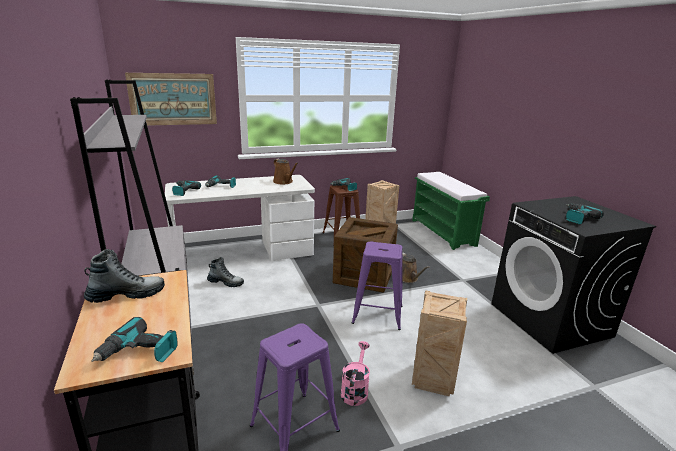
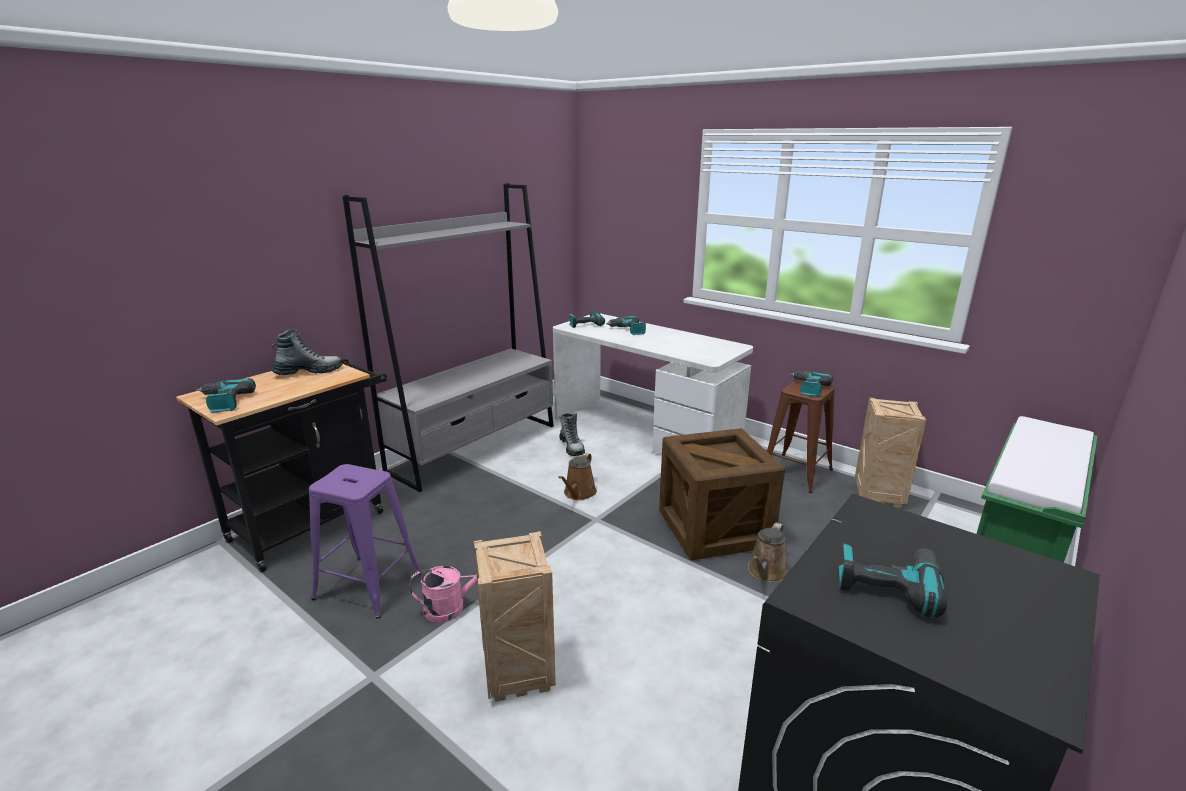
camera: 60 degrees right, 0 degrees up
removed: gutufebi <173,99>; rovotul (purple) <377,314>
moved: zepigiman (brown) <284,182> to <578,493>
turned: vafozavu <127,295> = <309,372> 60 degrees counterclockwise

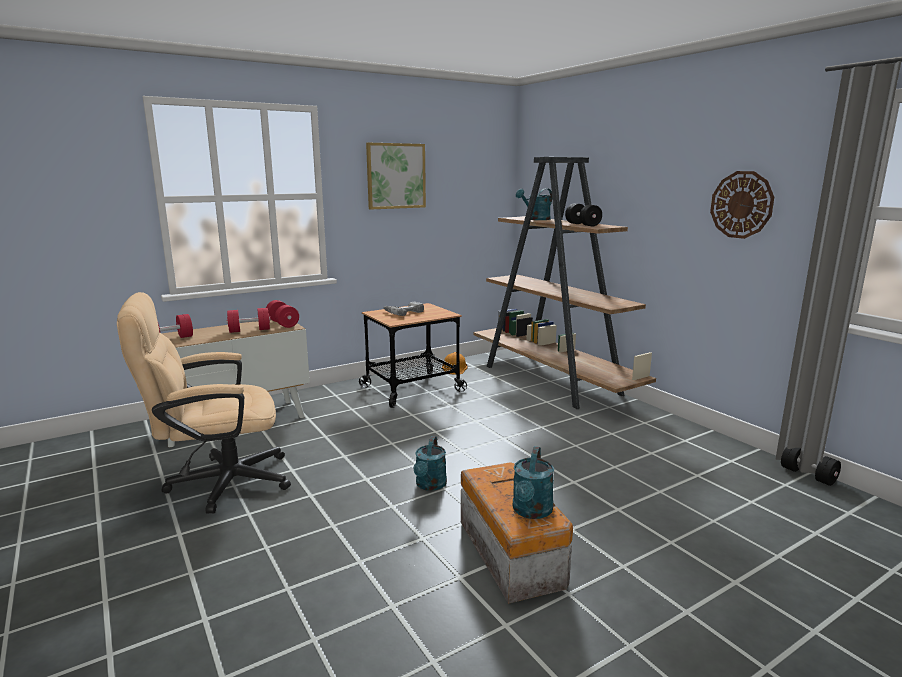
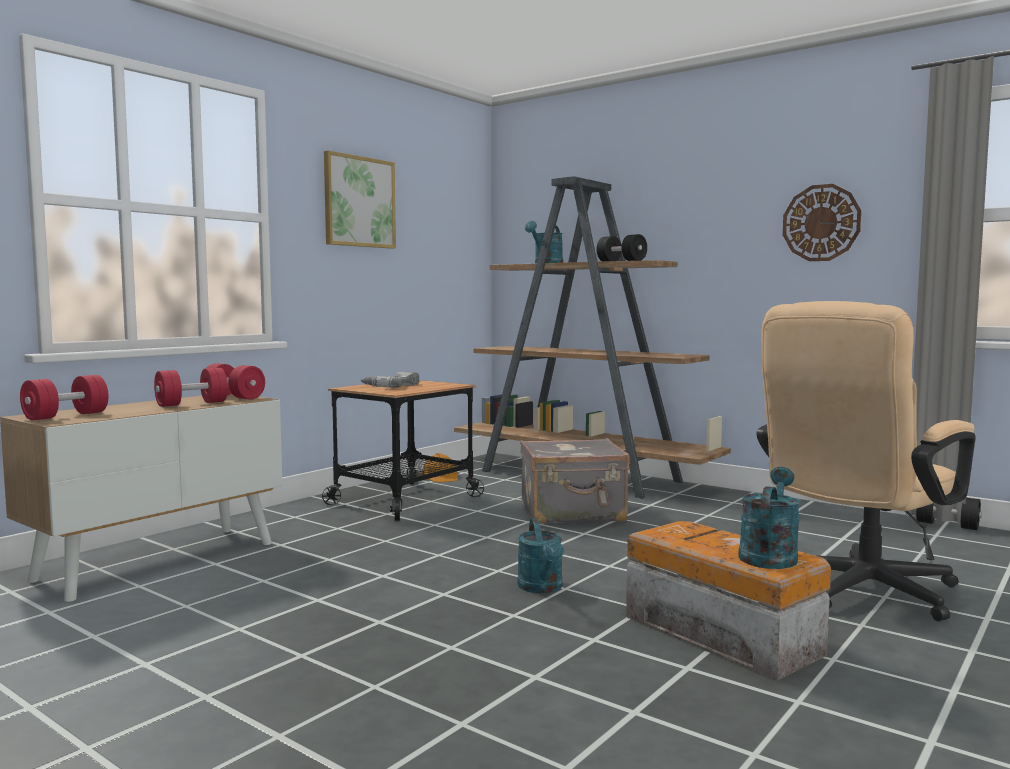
camera: 20 degrees left, 10 degrees down
added: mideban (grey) <573,513>
moved: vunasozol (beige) <218,483> to <857,593>
turned: zepigiman (turquoise) <531,512> = <769,555> 150 degrees counterclockwise

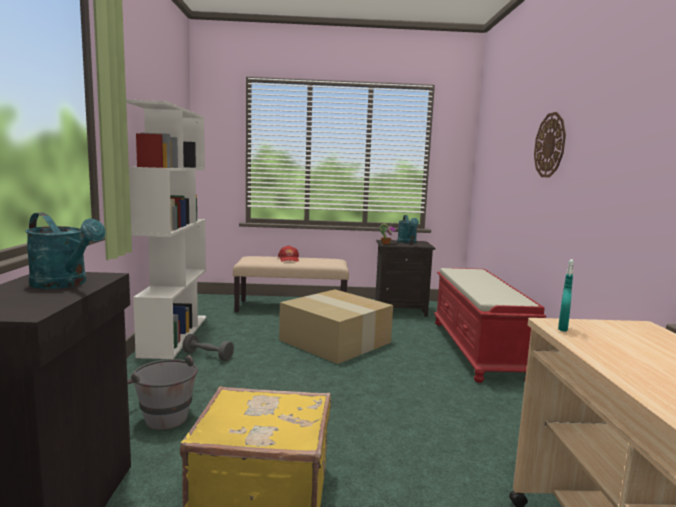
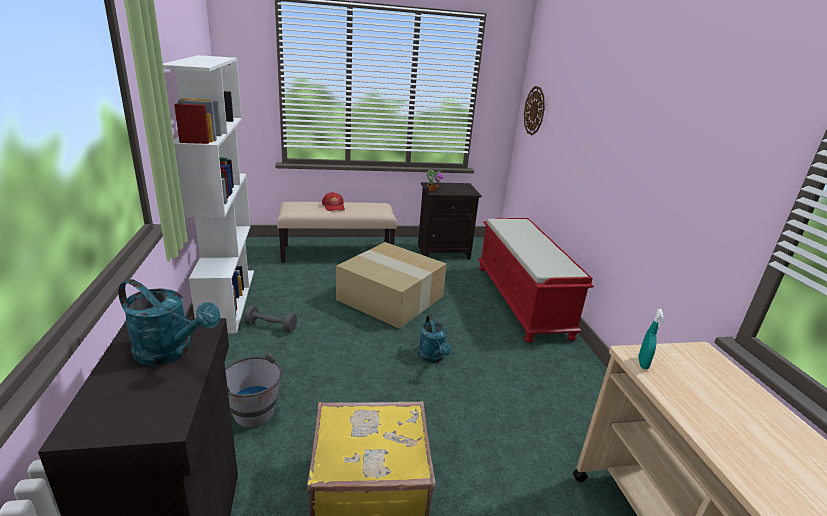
camera: 10 degrees left, 15 degrees up
moved: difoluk <550,145> to <534,111>; zepigiman (turquoise) <407,242> to <433,358>

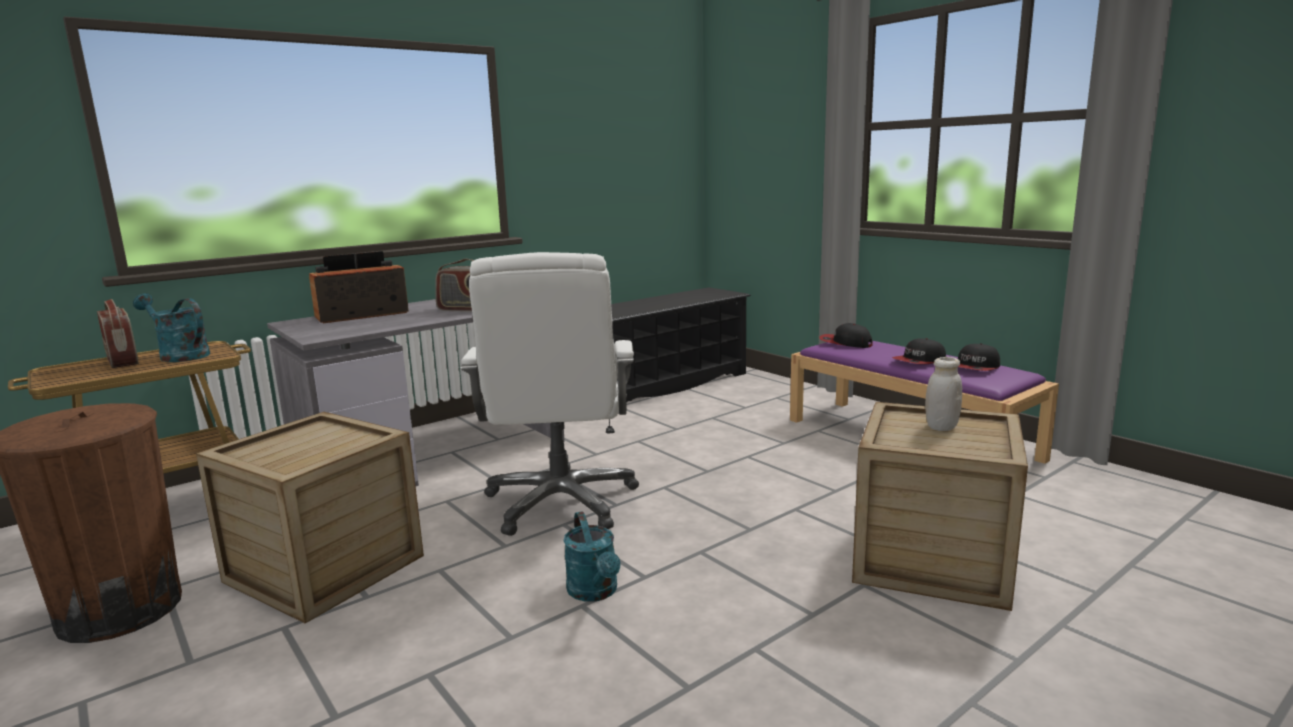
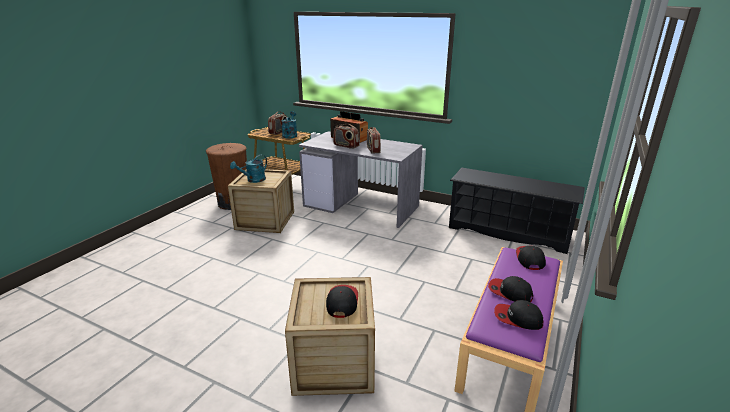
camera: 65 degrees right, 10 degrees up
removed: vunasozol (white) <561,502>
added: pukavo <346,146>
moved: zepigiman (turquoise) <595,592> to <253,180>
replaced: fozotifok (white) <941,427> to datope <342,302>

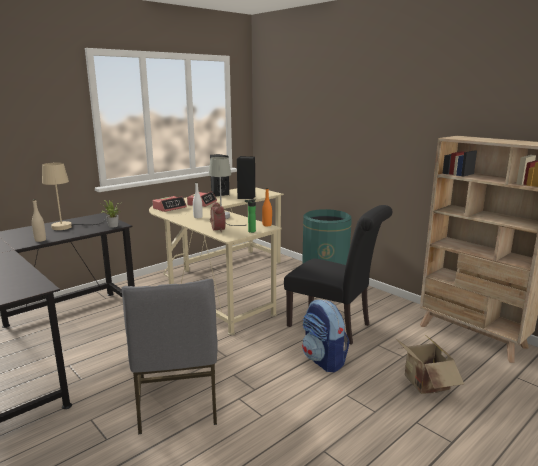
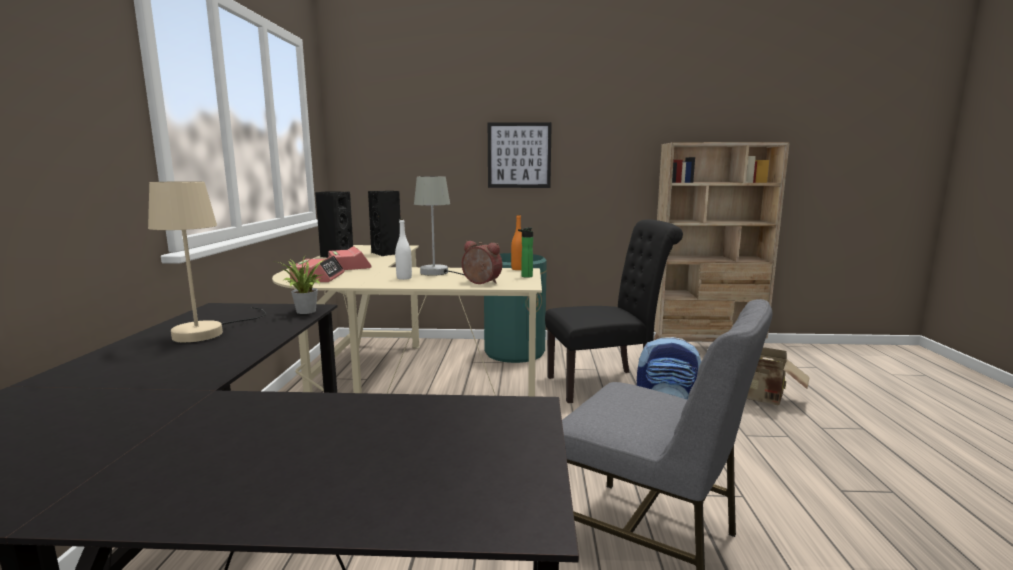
camera: 45 degrees left, 5 degrees down
removed: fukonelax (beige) <40,240>
added: gutufebi <519,155>

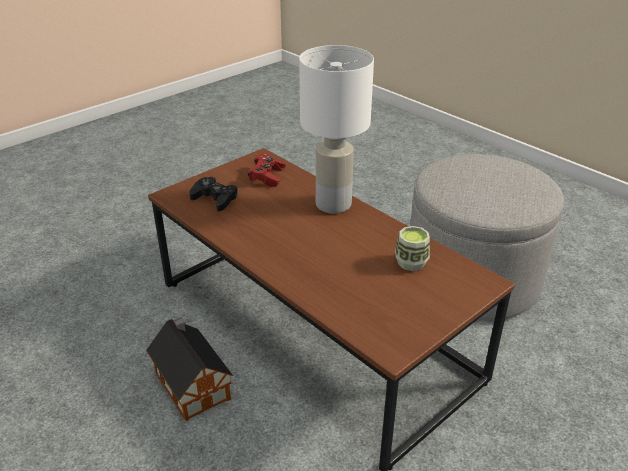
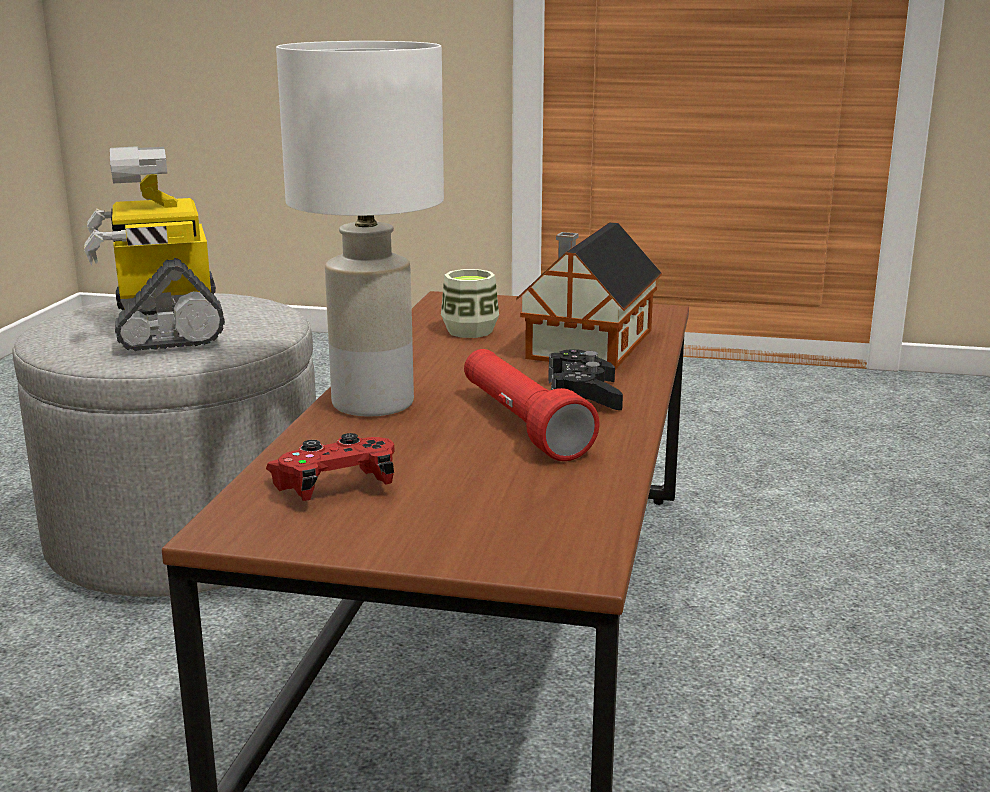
camera: 125 degrees left, 15 degrees down
added: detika <165,326>; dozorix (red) <521,424>
moved: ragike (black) <215,199> to <584,394>; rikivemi <191,383> to <586,346>

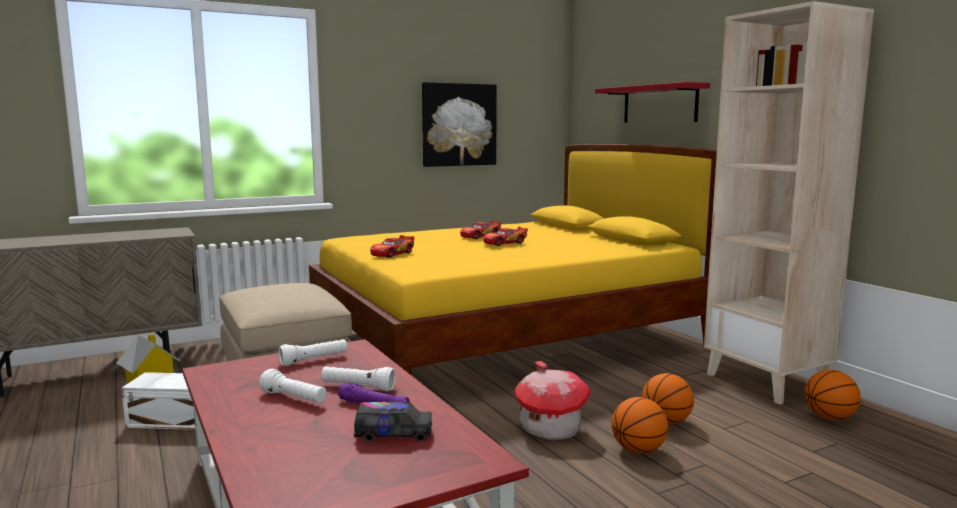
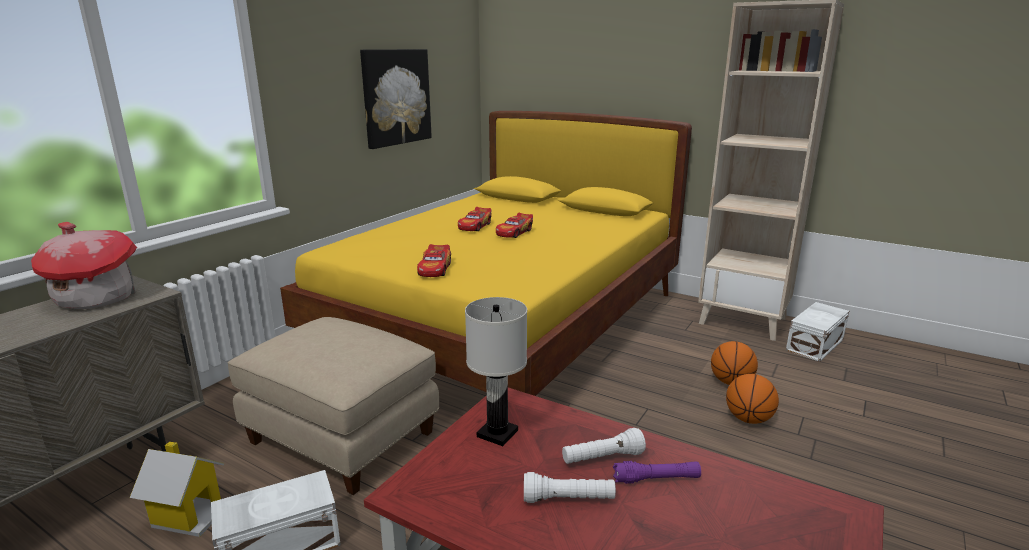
camera: 30 degrees left, 10 degrees up
removed: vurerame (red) <659,104>; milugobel <394,434>
moved: rikivemi <550,428> to <96,298>
replaced: dozorix (white) <314,360> to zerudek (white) <498,433>; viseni <829,418> to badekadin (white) <816,345>

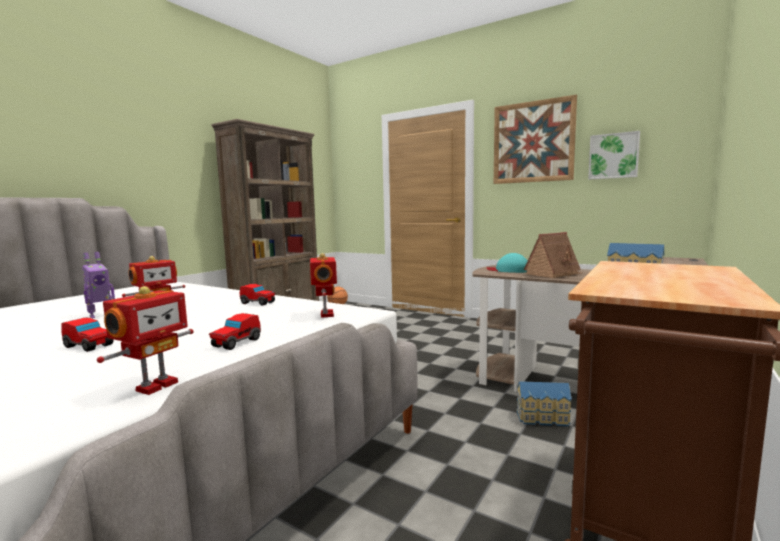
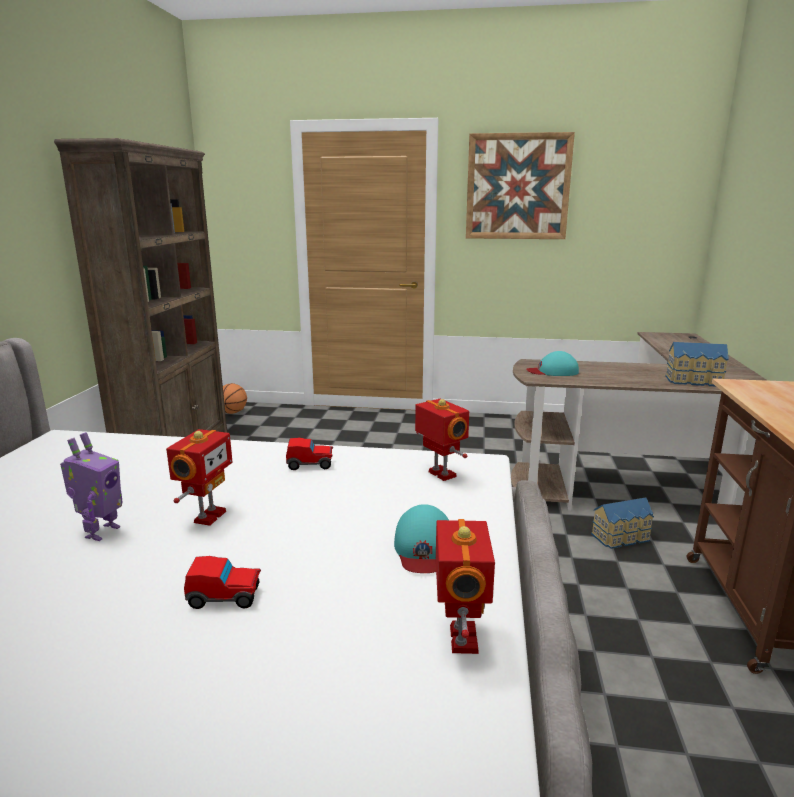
camera: 25 degrees left, 10 degrees up
removed: gutufebi <613,156>; rikivemi <553,274>
replaced: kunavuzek <236,343> to datope (turquoise) <423,547>

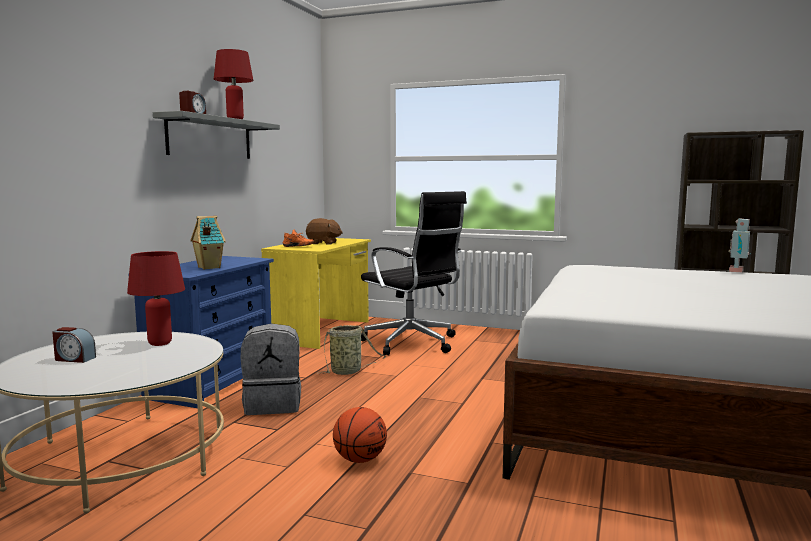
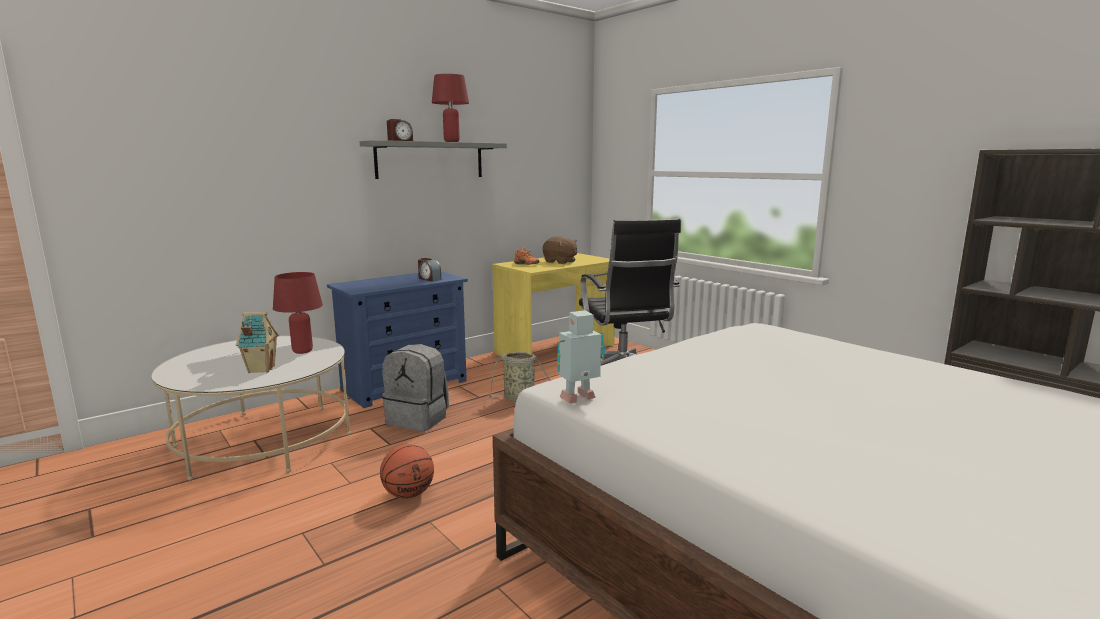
camera: 30 degrees right, 5 degrees up
moved: rikivemi <208,267> to <260,369>; detika <738,271> to <580,399>; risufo <74,359> to <429,279>

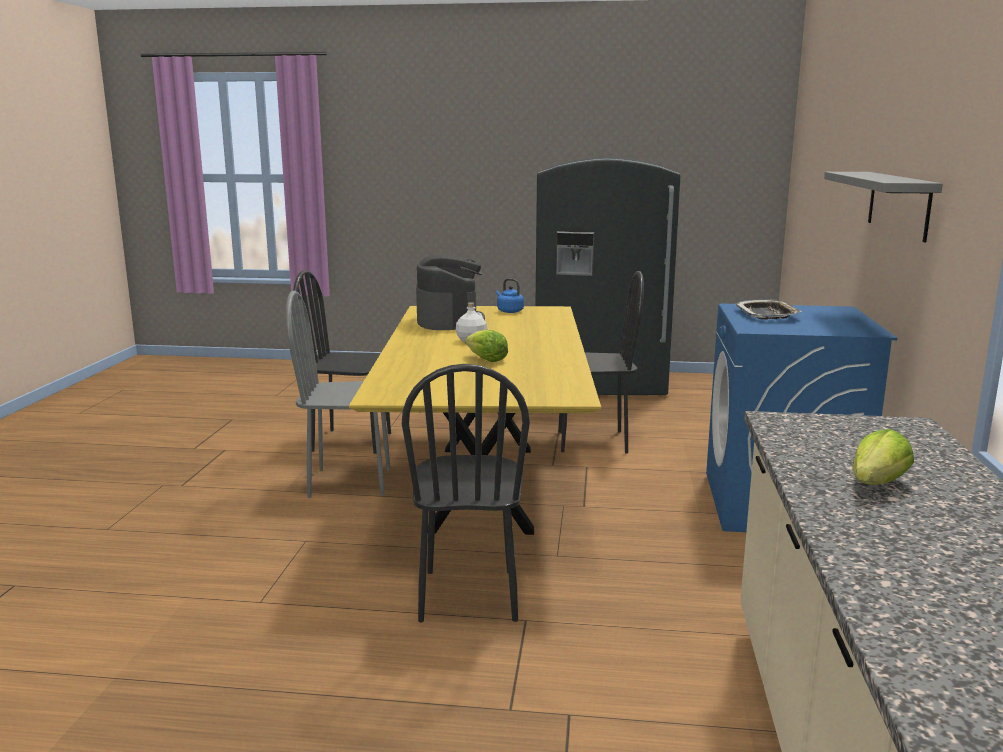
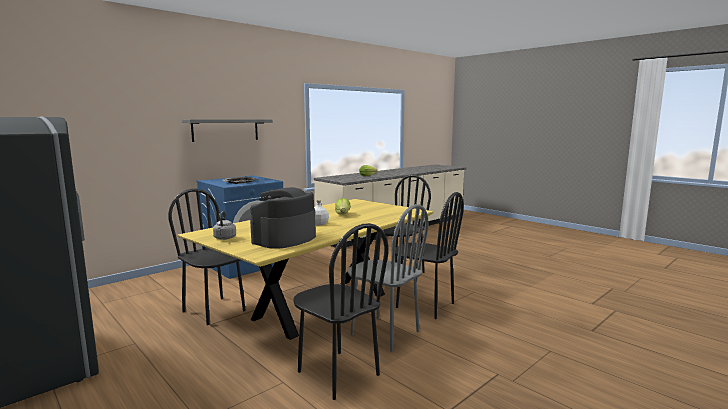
camera: 140 degrees left, 5 degrees down
added: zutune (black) <425,305>
recoloured: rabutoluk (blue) <509,311> to rabutoluk (grey) <224,238>

